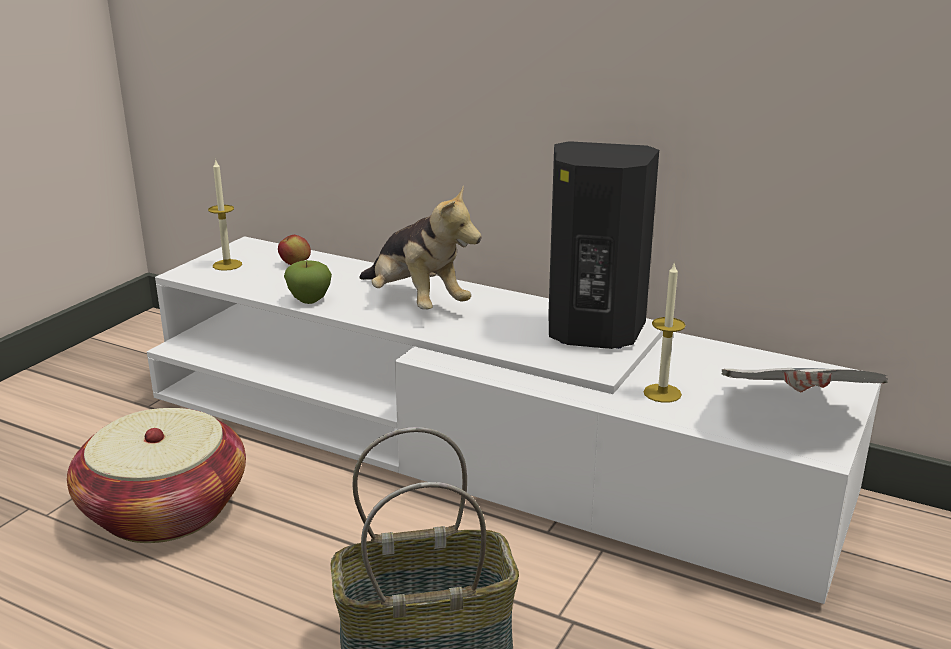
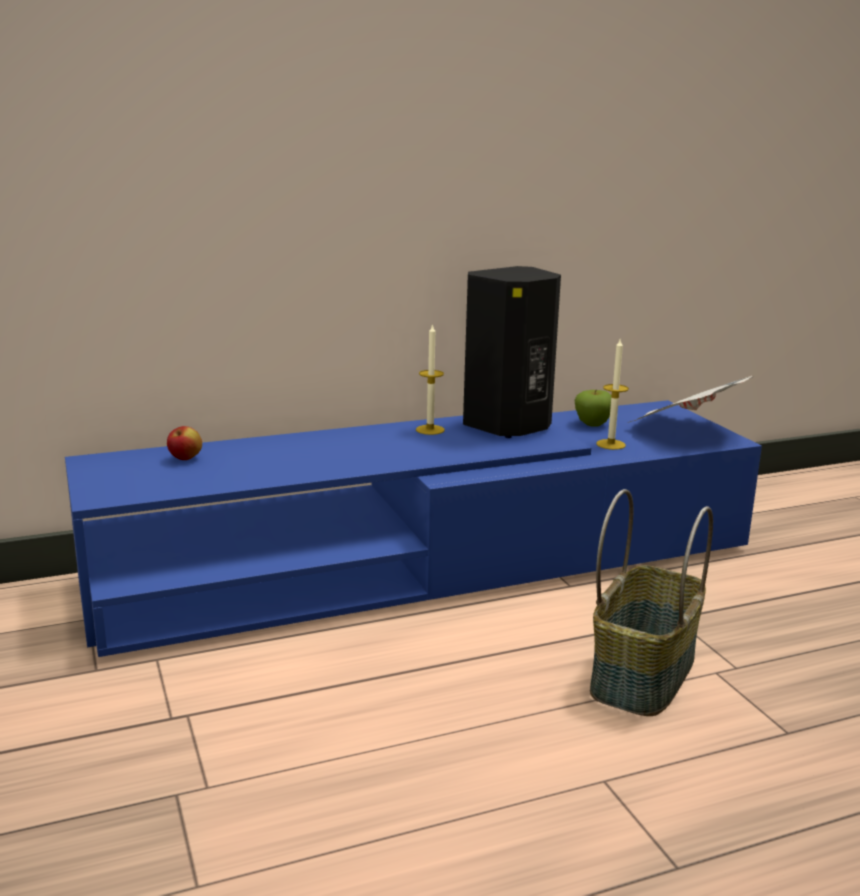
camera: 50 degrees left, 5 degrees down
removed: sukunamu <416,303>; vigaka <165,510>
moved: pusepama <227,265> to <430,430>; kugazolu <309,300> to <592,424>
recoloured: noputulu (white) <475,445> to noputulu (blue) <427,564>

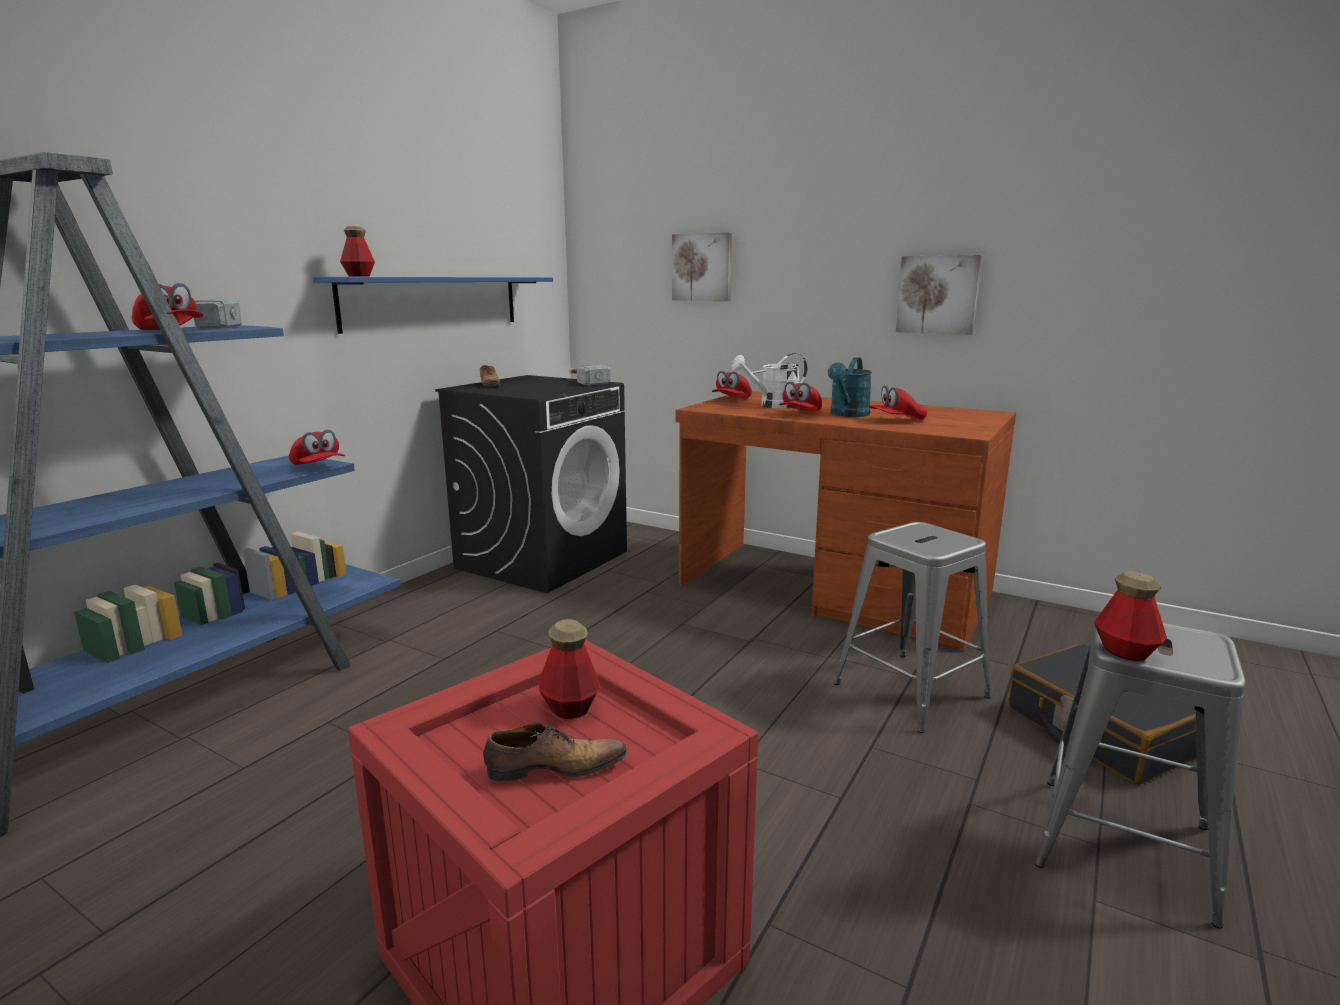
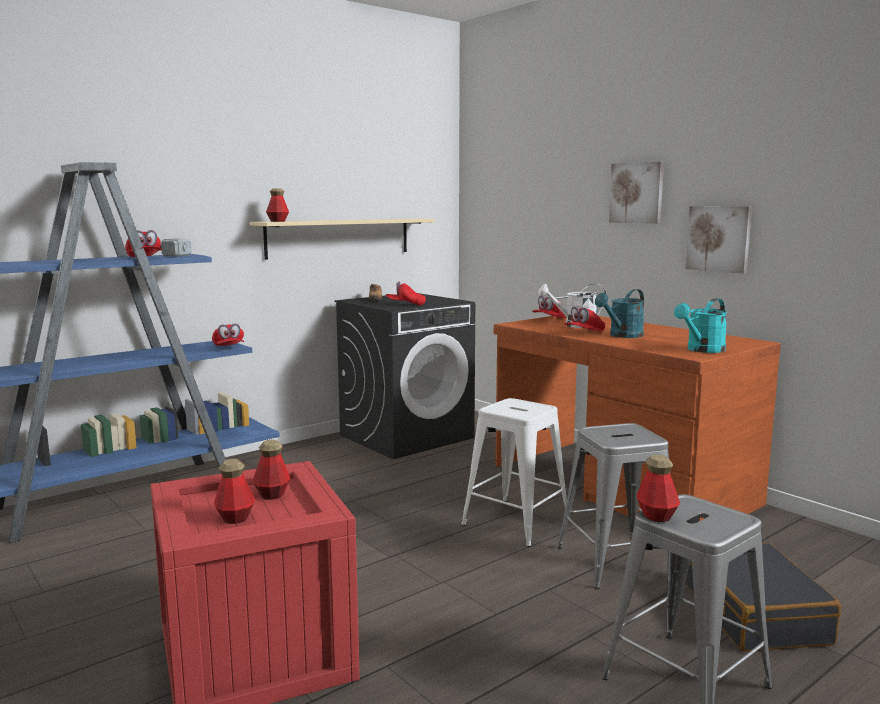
camera: 20 degrees right, 5 degrees down
removed: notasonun <585,381>
added: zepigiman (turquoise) <702,350>; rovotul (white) <516,522>
moved: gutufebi <702,267> to <637,193>; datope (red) <897,420> to <405,305>
replaced: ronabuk <553,768> to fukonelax <235,518>
recoloured: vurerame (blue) <433,302> to vurerame (beige) <339,237>

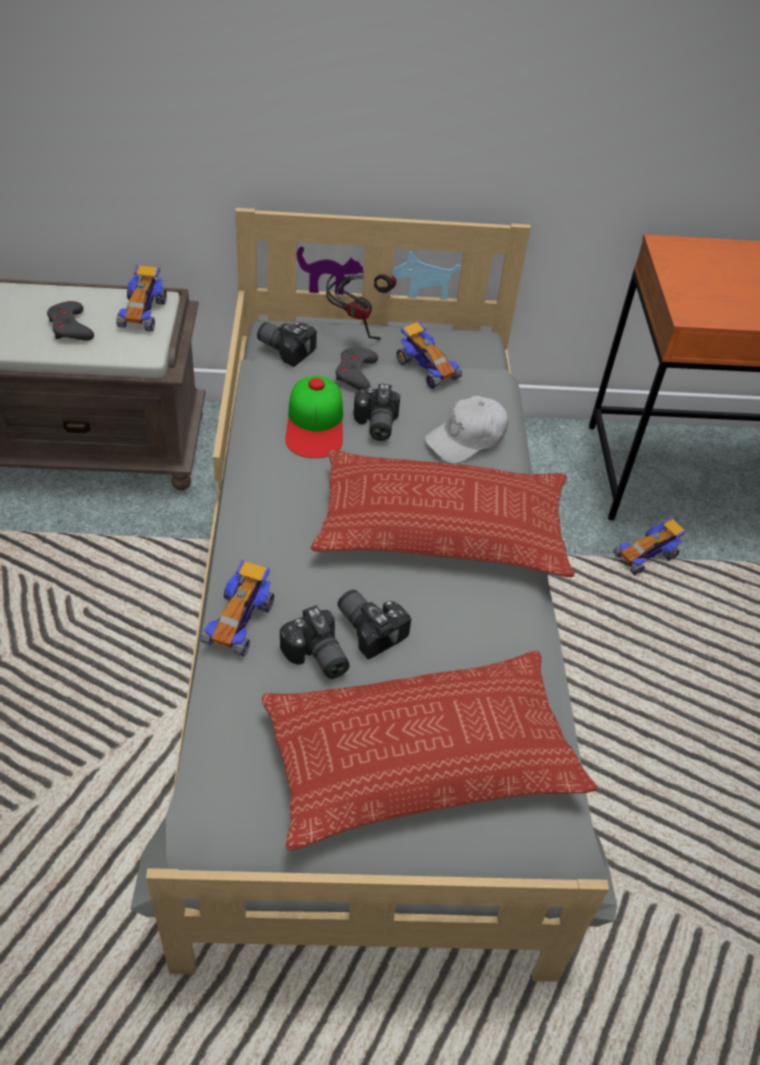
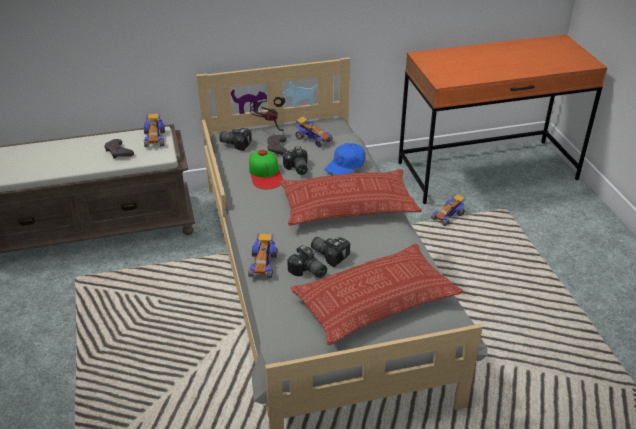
camera: 10 degrees left, 10 degrees down
recoloured: datope (white) <467,439> to datope (blue) <345,166>

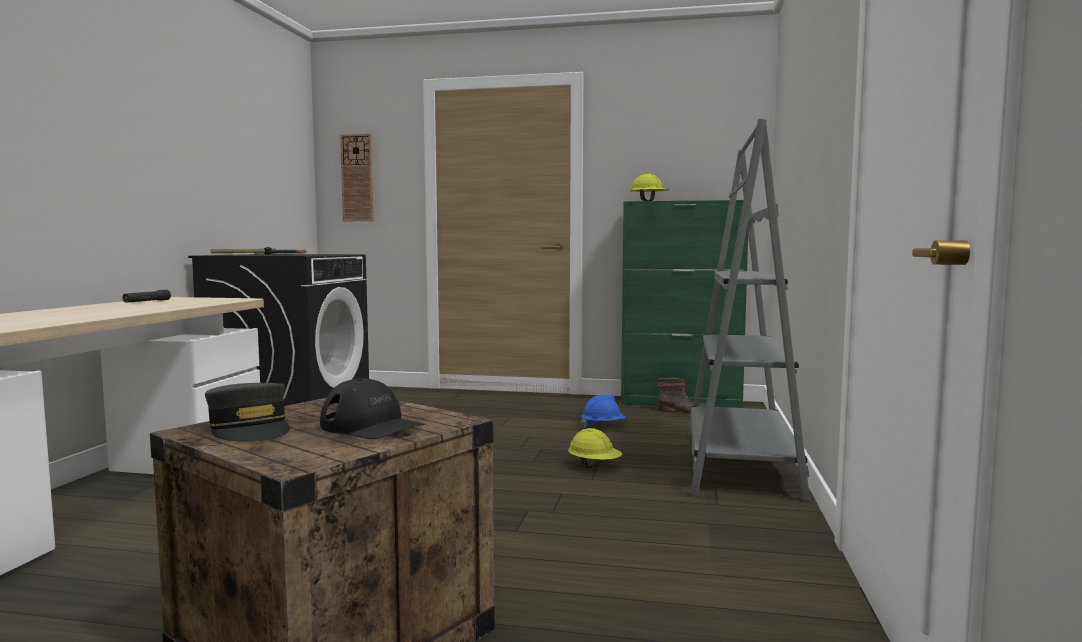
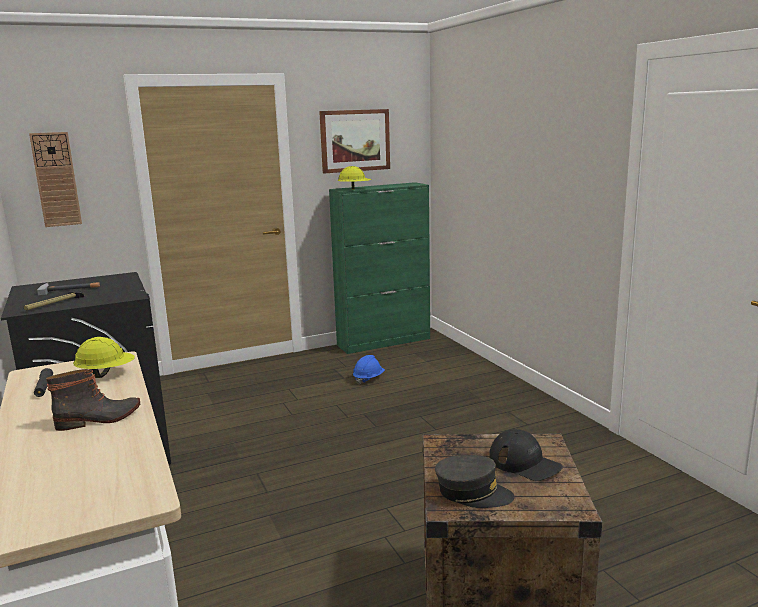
camera: 35 degrees left, 10 degrees up
removed: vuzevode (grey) <739,464>
added: gutufebi <355,140>
moved: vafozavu <682,411> to <99,419>; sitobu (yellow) <594,466> to <106,374>
turned: datope (black) <372,426> = <524,463> 45 degrees clockwise

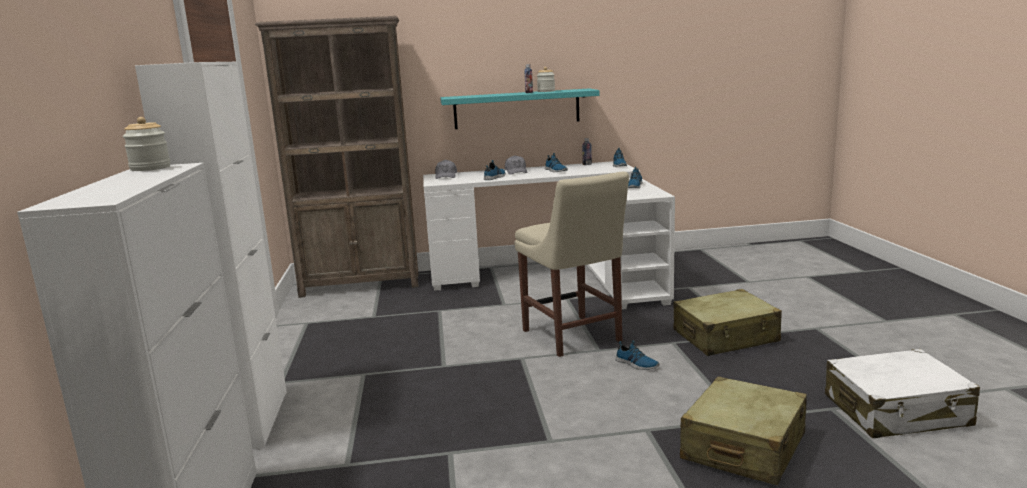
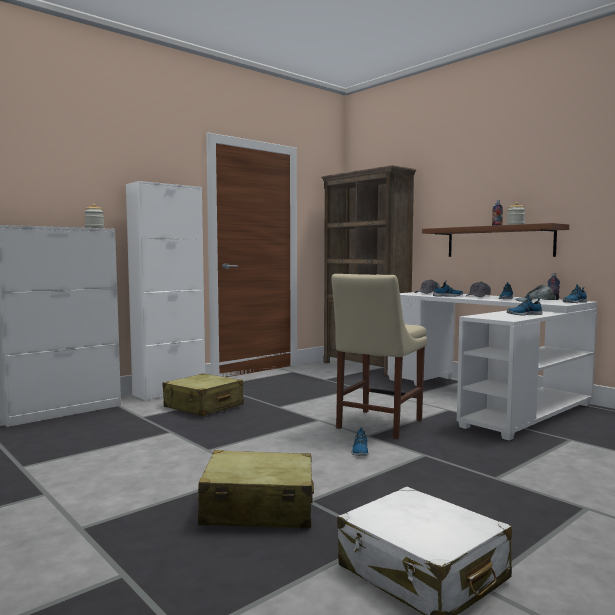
camera: 55 degrees right, 10 degrees down
added: datope (grey) <535,301>
moved: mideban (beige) <725,337> to <203,406>
recoloured: vurerame (turquoise) <516,109> to vurerame (brown) <498,242>

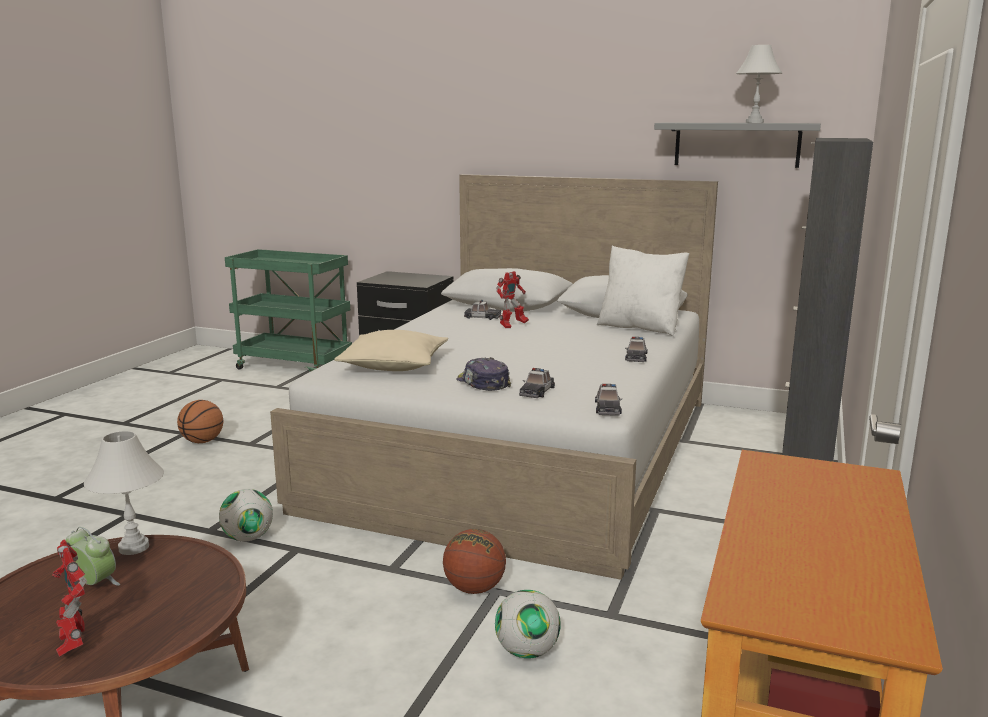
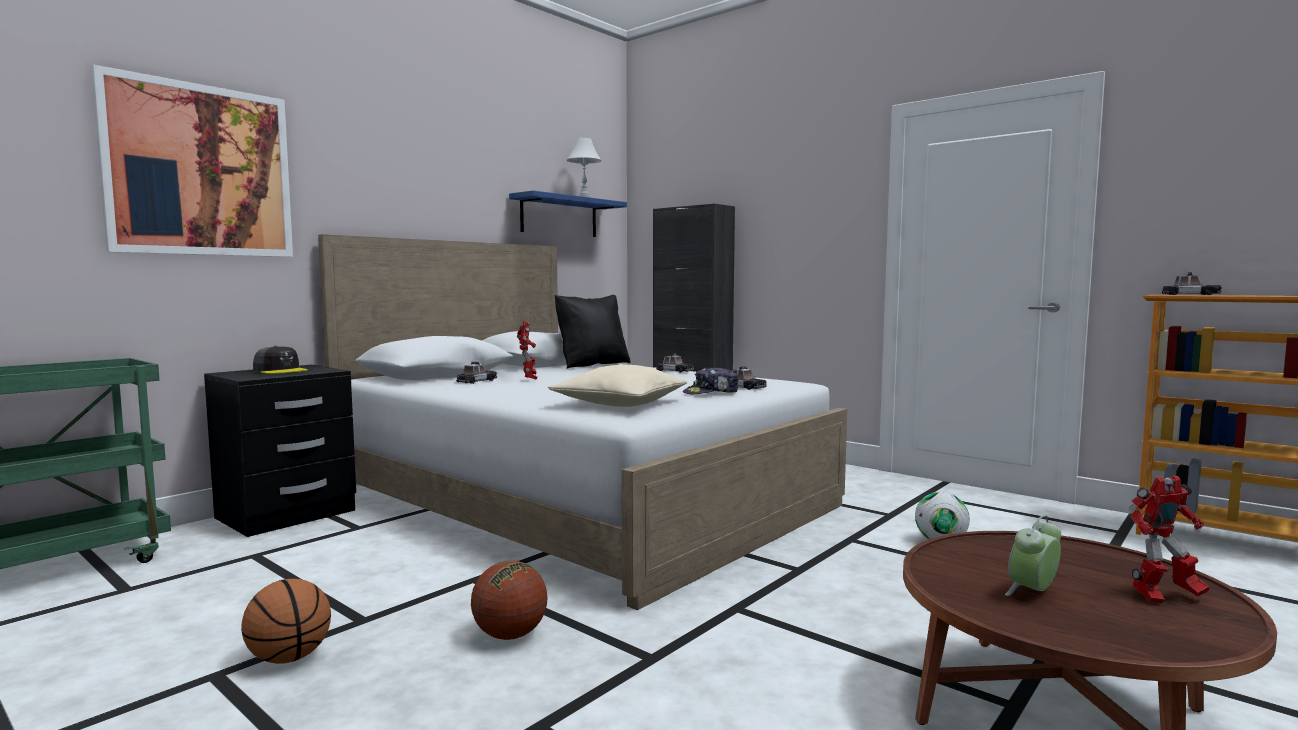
camera: 70 degrees left, 10 degrees down
removed: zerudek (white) <134,547>; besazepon <248,538>
added: gutufebi <200,171>; datope (grey) <280,370>
moved: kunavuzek <607,408> to <1190,294>; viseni <474,588> to <510,635>
recoloured: vurerame (grey) <737,144> to vurerame (blue) <559,216>; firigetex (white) <640,327> to firigetex (black) <592,364>

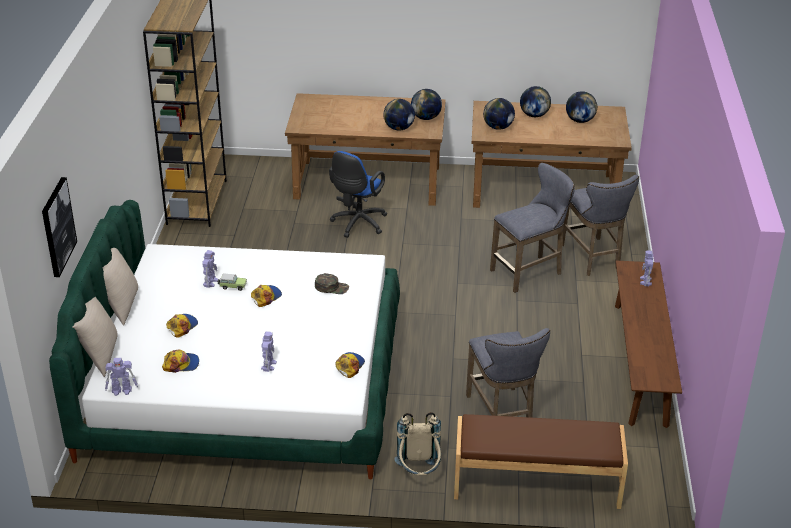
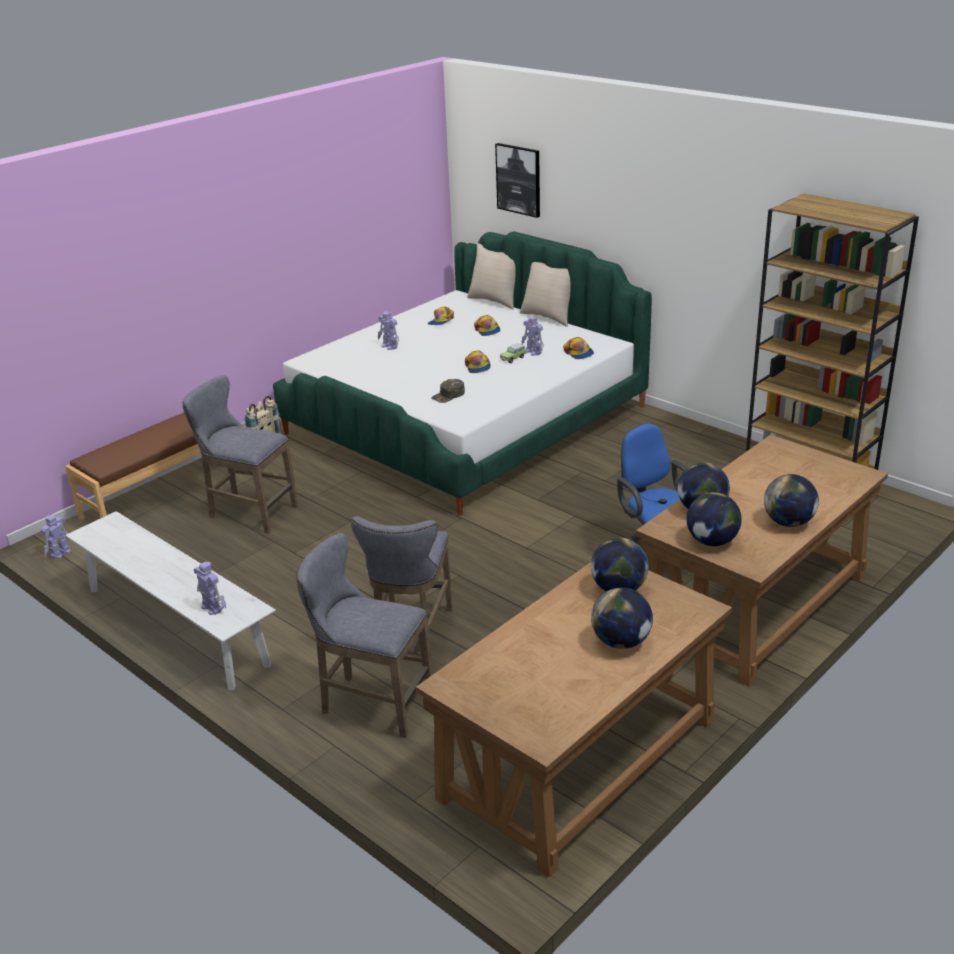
camera: 130 degrees right, 5 degrees down
moved: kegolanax <580,120> to <788,522>; datope <349,366> to <578,353>; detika <122,390> to <60,553>
recoloured: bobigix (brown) <640,363> to bobigix (white) <176,626>

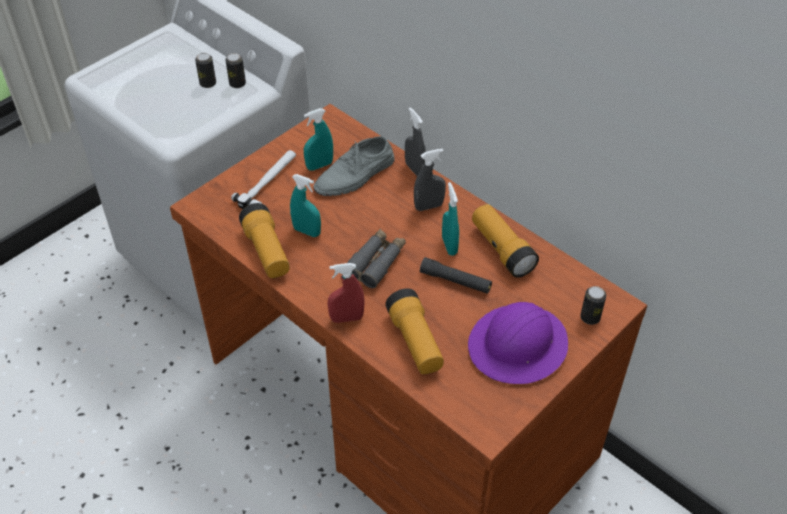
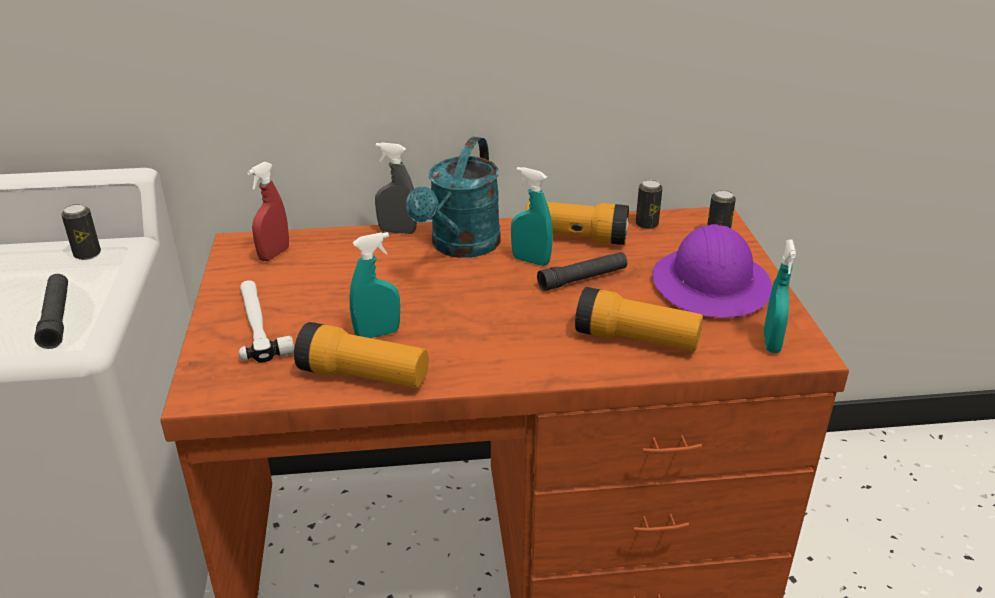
camera: 50 degrees left, 15 degrees down
removed: ronabuk (grey) <355,175>; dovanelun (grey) <376,262>
added: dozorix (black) <56,318>
moved: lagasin <208,83> to <646,224>; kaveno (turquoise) <319,165> to <771,342>; kaveno (red) <346,318> to <274,254>
replaced: kaveno (grey) <429,206> to zepigiman (turquoise) <460,247>

